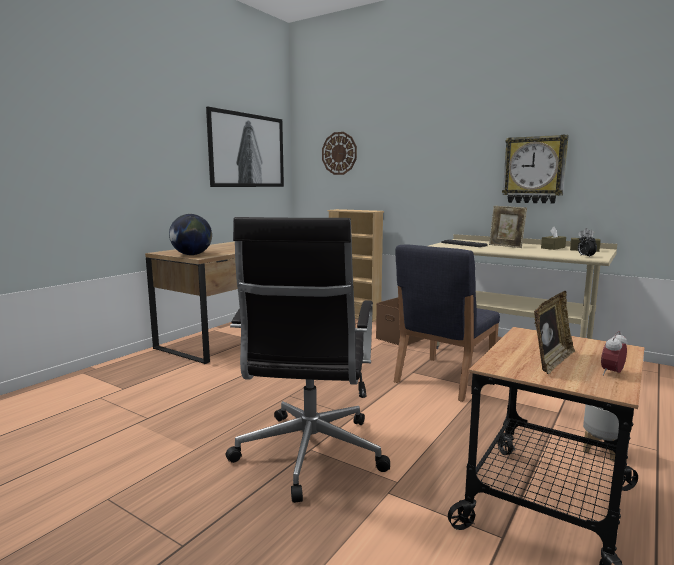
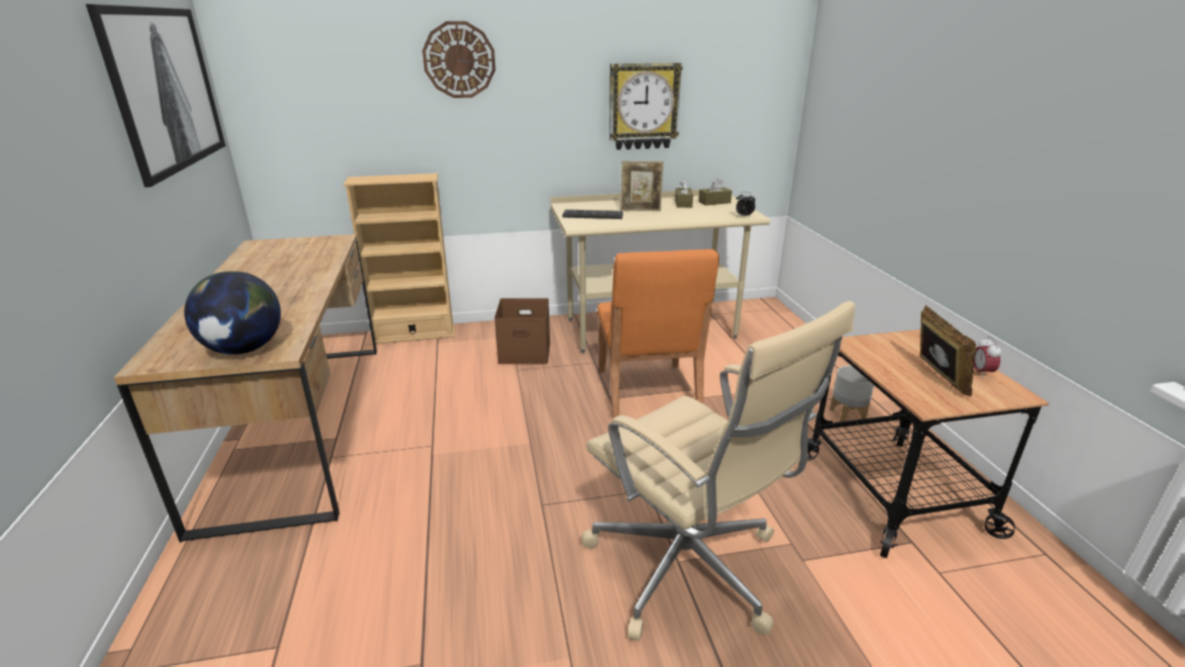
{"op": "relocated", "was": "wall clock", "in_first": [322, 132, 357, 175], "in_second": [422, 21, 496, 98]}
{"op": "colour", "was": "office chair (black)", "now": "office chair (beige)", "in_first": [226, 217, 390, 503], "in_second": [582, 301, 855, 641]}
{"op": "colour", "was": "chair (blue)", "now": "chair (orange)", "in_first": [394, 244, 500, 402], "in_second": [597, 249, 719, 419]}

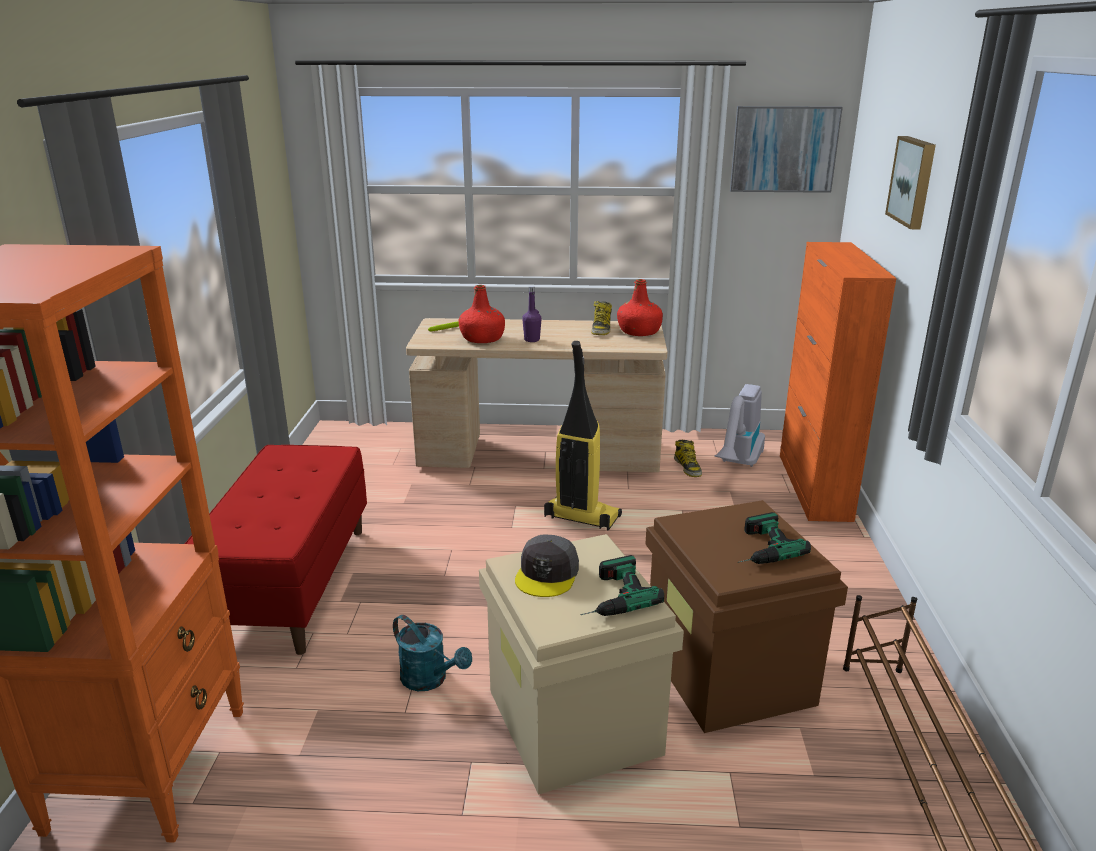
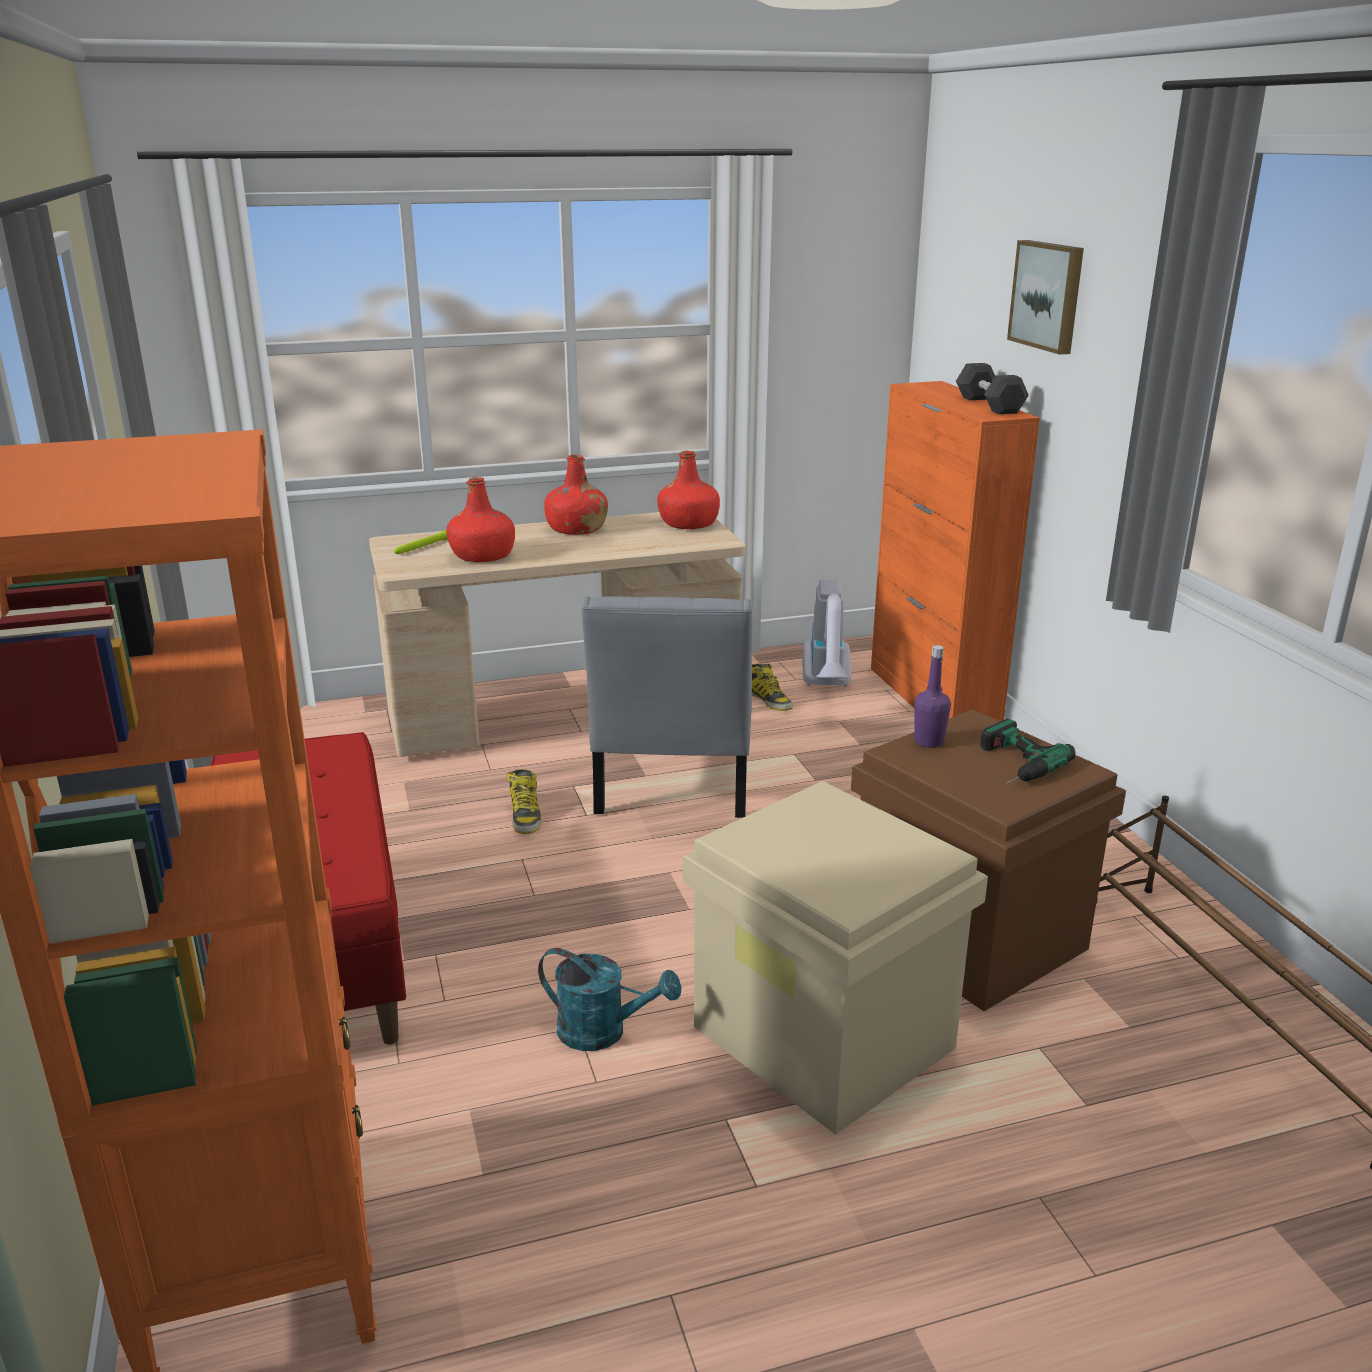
{"op": "missing", "was": "picture", "in_first": [730, 106, 843, 193]}
{"op": "relocated", "was": "bottle (purple)", "in_first": [522, 286, 541, 342], "in_second": [914, 645, 951, 748]}
{"op": "relocated", "was": "boot", "in_first": [591, 301, 612, 335], "in_second": [507, 769, 542, 834]}
{"op": "exchanged", "was": "vacuum cleaner", "now": "chair (grey)", "in_first": [544, 341, 622, 531], "in_second": [581, 596, 753, 818]}
{"op": "missing", "was": "cap (grey)", "in_first": [515, 535, 579, 597]}
{"op": "missing", "was": "power drill", "in_first": [581, 555, 664, 616]}
{"op": "appeared", "now": "dumbbell (black)", "in_second": [956, 363, 1029, 414]}
{"op": "appeared", "now": "bottle (red)", "in_second": [544, 455, 608, 535]}

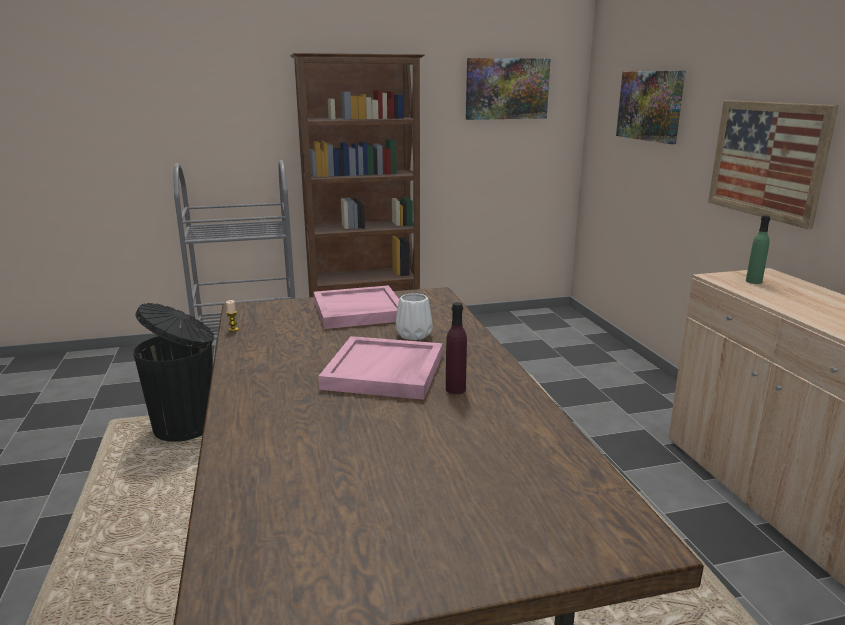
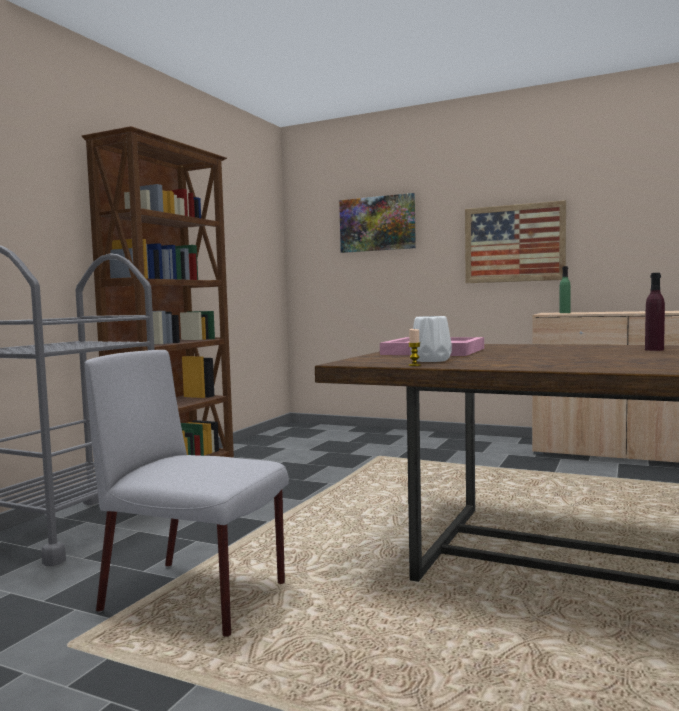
{"op": "missing", "was": "picture", "in_first": [466, 58, 551, 120]}
{"op": "relocated", "was": "vase (white)", "in_first": [395, 293, 433, 340], "in_second": [410, 316, 452, 362]}
{"op": "exchanged", "was": "trash can (black)", "now": "chair (grey)", "in_first": [133, 303, 214, 442], "in_second": [85, 350, 289, 636]}
{"op": "missing", "was": "tray (pink)", "in_first": [318, 336, 443, 400]}

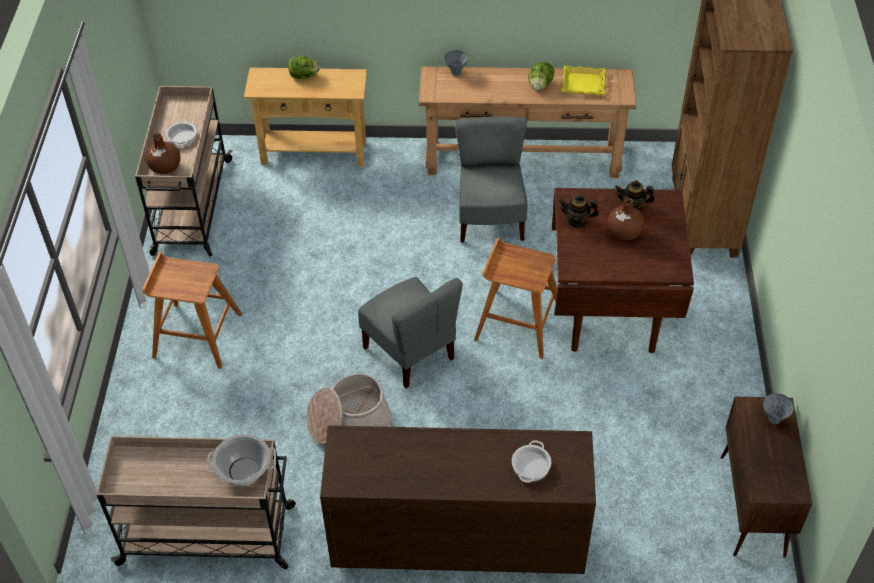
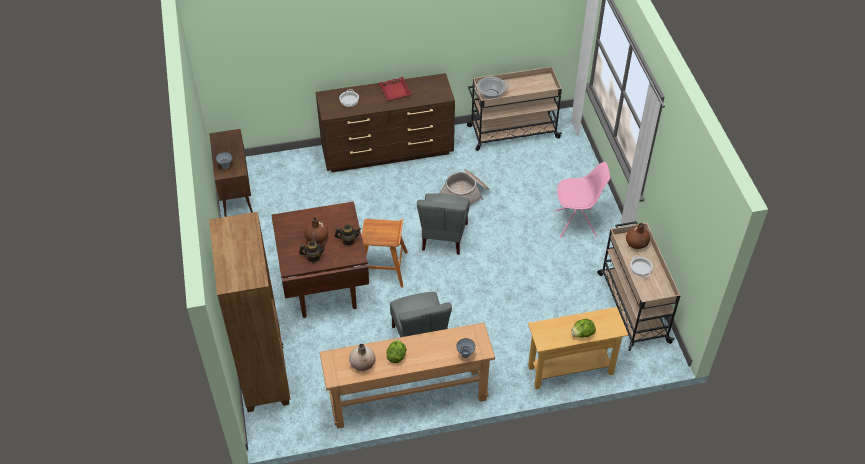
{"op": "exchanged", "was": "tray (yellow)", "now": "vase (beige)", "in_first": [562, 66, 606, 95], "in_second": [349, 344, 375, 371]}
{"op": "exchanged", "was": "stool (brown)", "now": "chair (pink)", "in_first": [142, 252, 242, 369], "in_second": [555, 162, 610, 238]}
{"op": "spun", "was": "chair (grey)", "in_first": [358, 277, 463, 388], "in_second": [417, 193, 470, 255], "clockwise": -120}
{"op": "appeared", "now": "tray (red)", "in_second": [379, 77, 412, 100]}

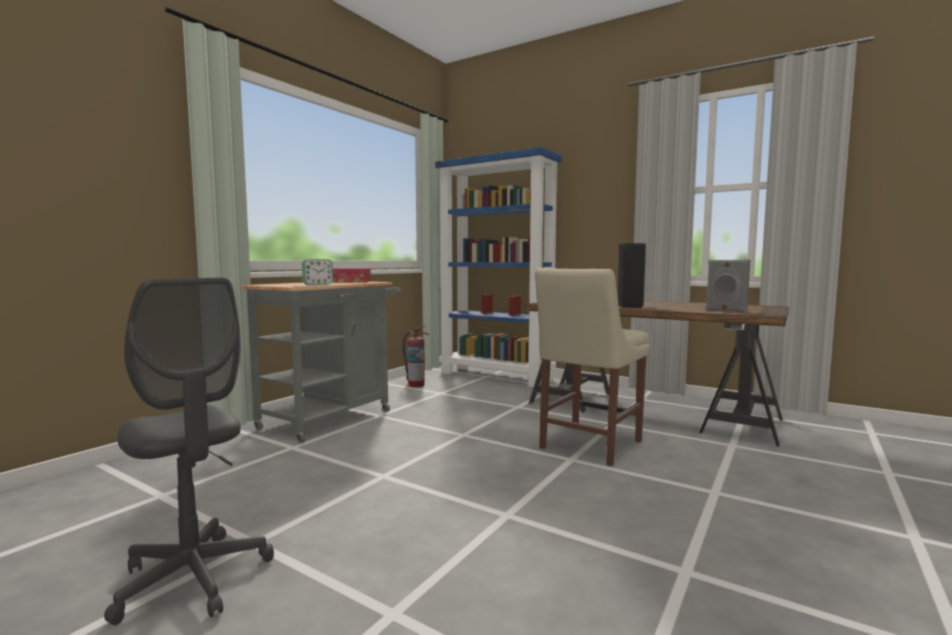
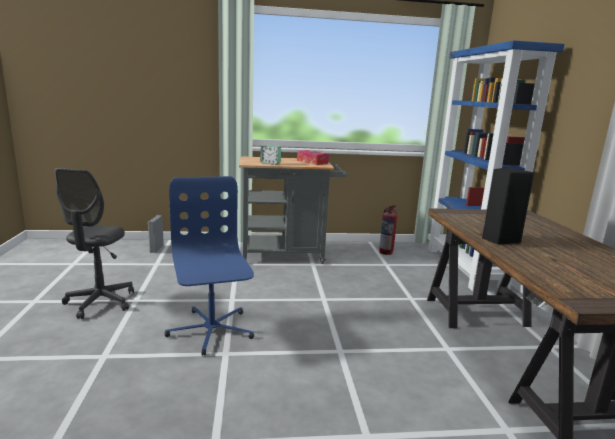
{"op": "relocated", "was": "speaker (grey)", "in_first": [706, 259, 750, 312], "in_second": [148, 215, 164, 253]}
{"op": "missing", "was": "chair (beige)", "in_first": [535, 268, 650, 466]}
{"op": "appeared", "now": "office chair (blue)", "in_second": [165, 176, 254, 356]}

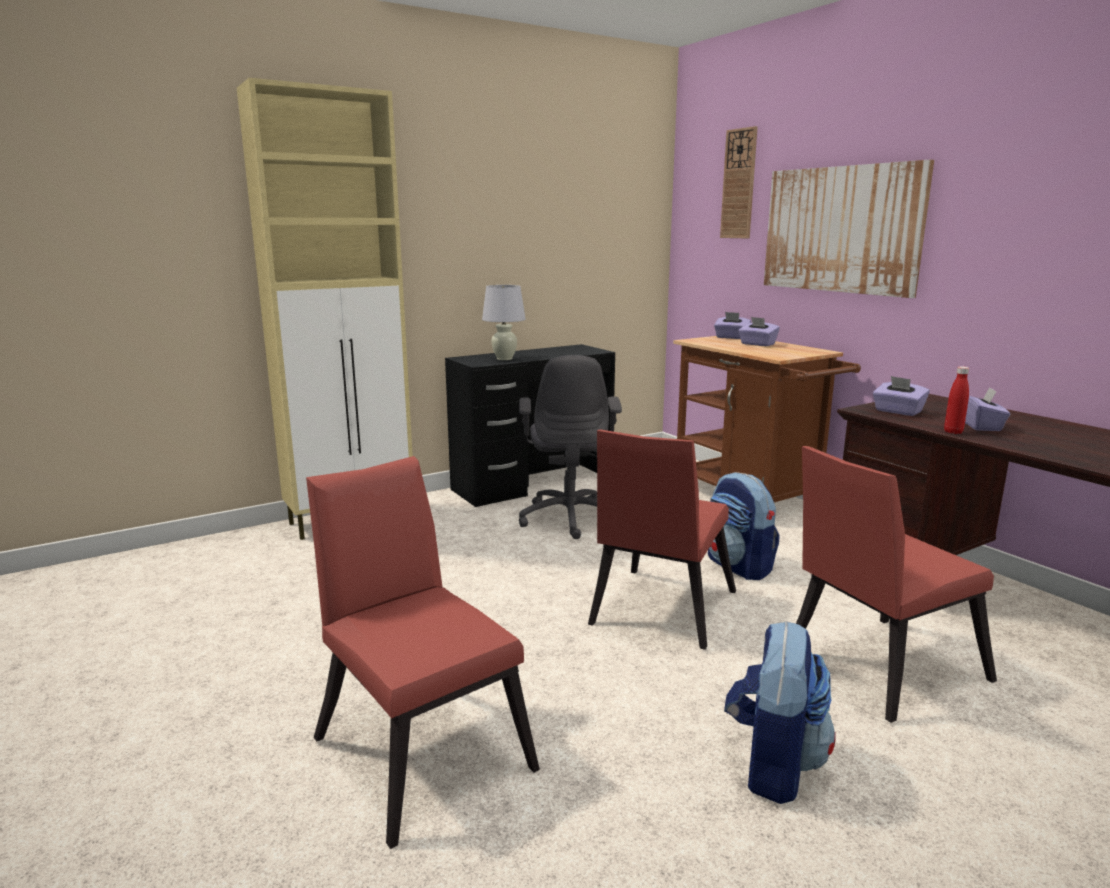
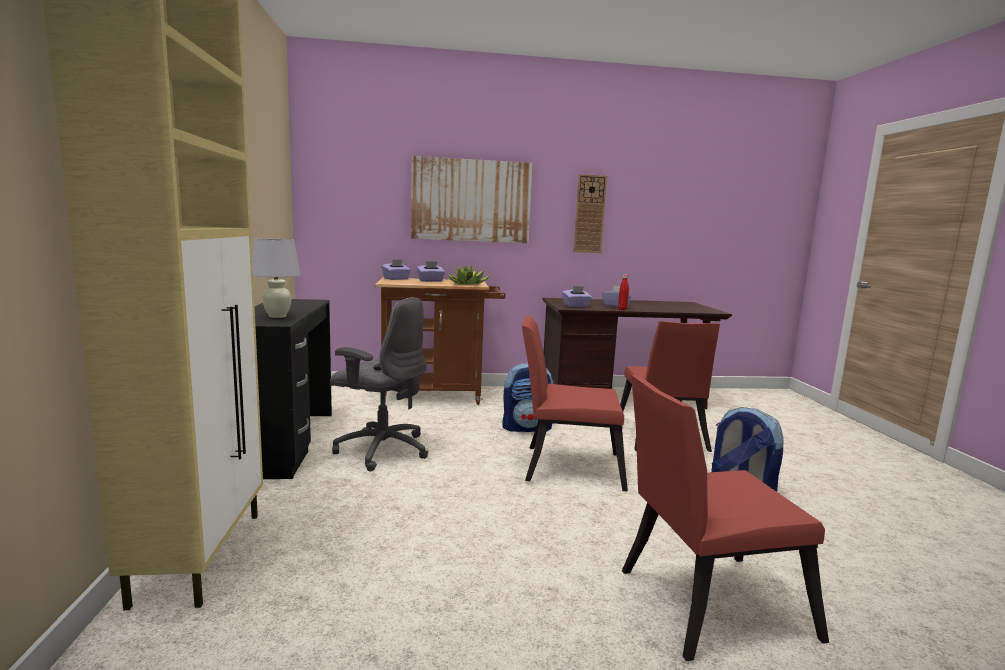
{"op": "relocated", "was": "wall clock", "in_first": [720, 126, 758, 239], "in_second": [573, 174, 607, 253]}
{"op": "spun", "was": "chair (red)", "in_first": [588, 429, 736, 650], "in_second": [522, 315, 628, 491], "clockwise": 135}
{"op": "appeared", "now": "potted plant", "in_second": [449, 265, 491, 285]}

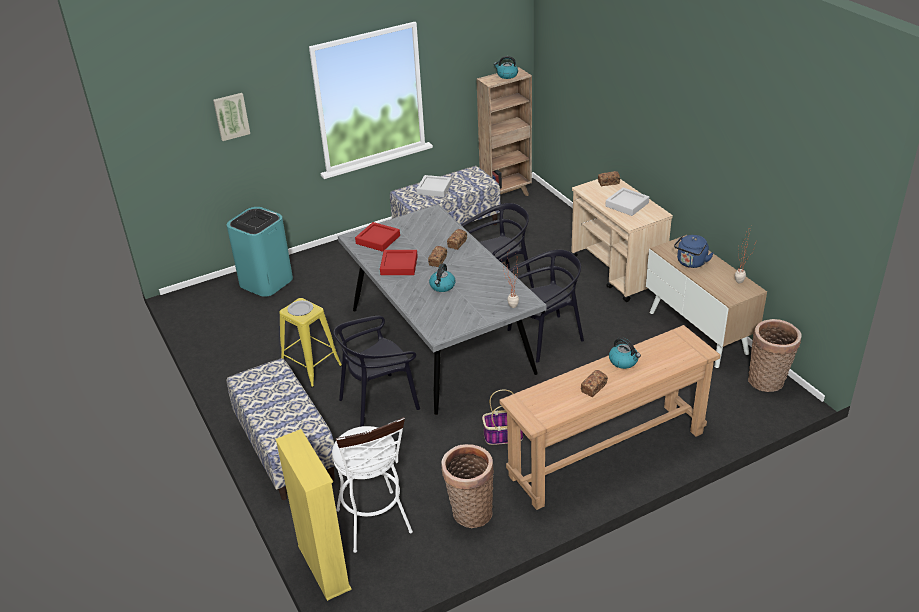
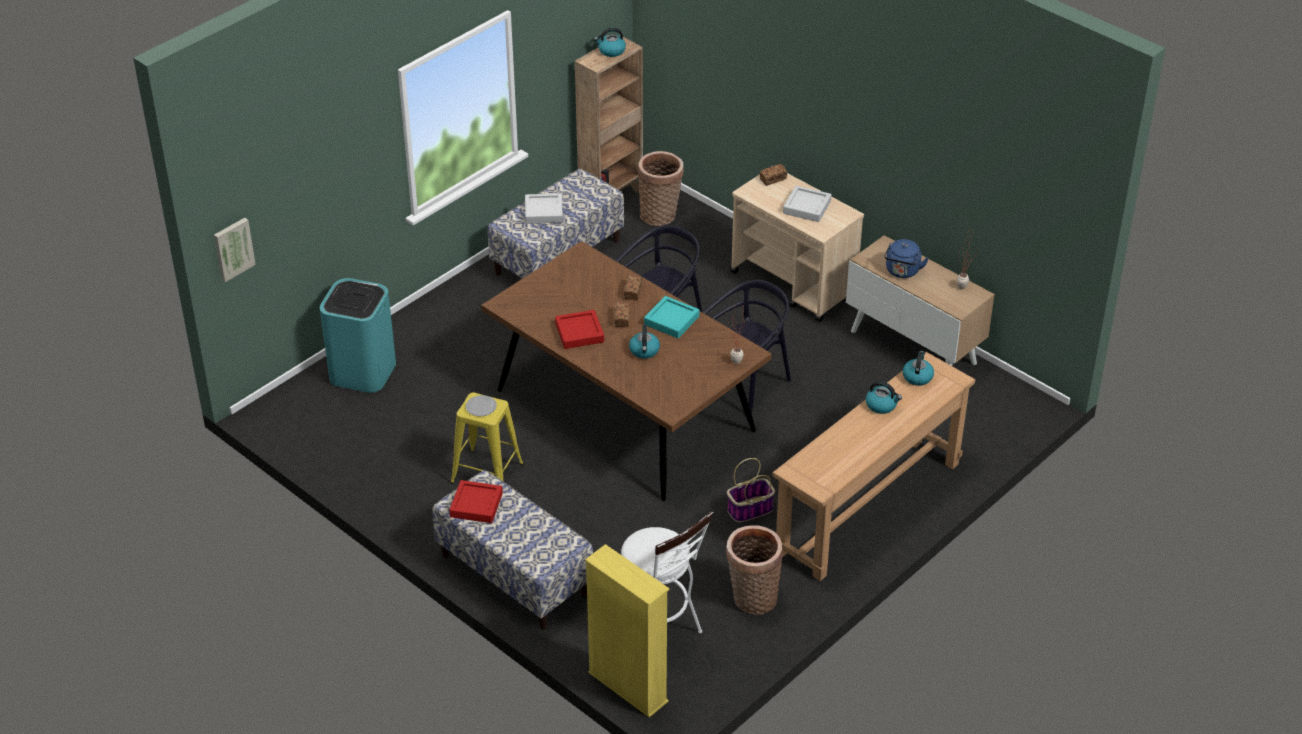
{"op": "relocated", "was": "picture", "in_first": [213, 93, 250, 141], "in_second": [214, 218, 256, 282]}
{"op": "colour", "was": "dining table (grey)", "now": "dining table (brown)", "in_first": [338, 204, 546, 415], "in_second": [481, 241, 772, 501]}
{"op": "relocated", "was": "tray (red)", "in_first": [355, 222, 400, 252], "in_second": [449, 480, 503, 523]}
{"op": "missing", "was": "chair (black)", "in_first": [333, 316, 420, 427]}
{"op": "relocated", "was": "basket", "in_first": [748, 319, 801, 392], "in_second": [637, 151, 684, 226]}
{"op": "missing", "was": "bread", "in_first": [581, 370, 608, 397]}
{"op": "appeared", "now": "tray (turquoise)", "in_second": [644, 296, 699, 338]}
{"op": "appeared", "now": "kettle", "in_second": [903, 351, 934, 386]}

